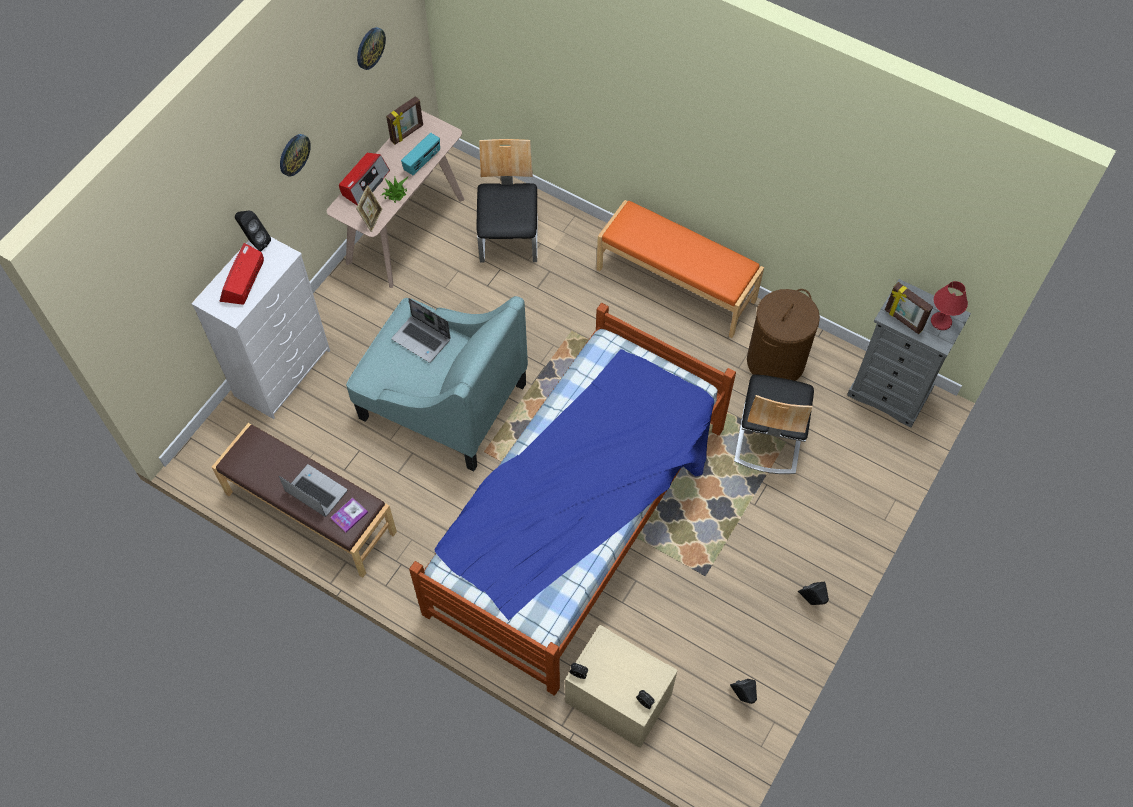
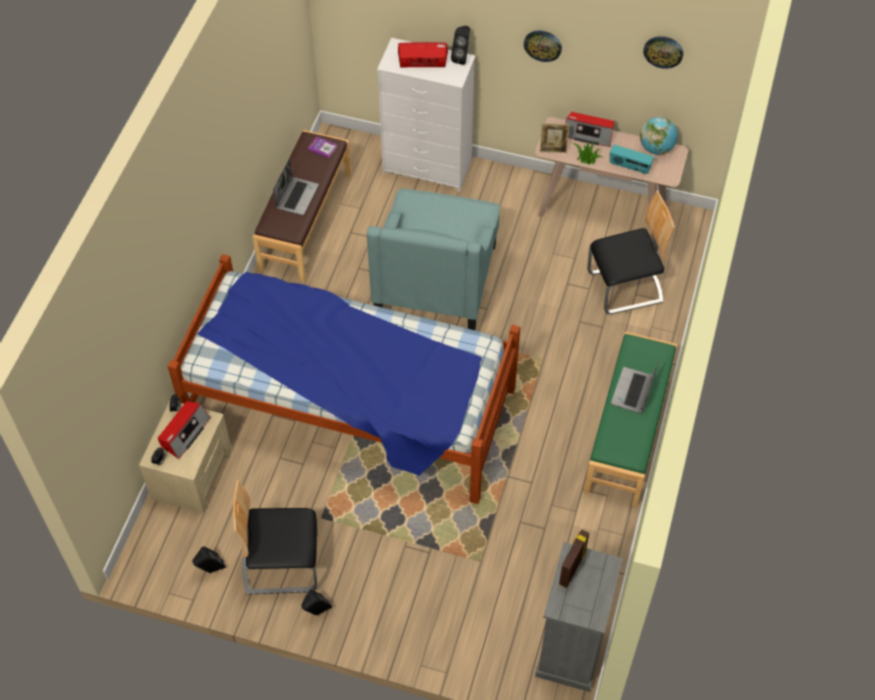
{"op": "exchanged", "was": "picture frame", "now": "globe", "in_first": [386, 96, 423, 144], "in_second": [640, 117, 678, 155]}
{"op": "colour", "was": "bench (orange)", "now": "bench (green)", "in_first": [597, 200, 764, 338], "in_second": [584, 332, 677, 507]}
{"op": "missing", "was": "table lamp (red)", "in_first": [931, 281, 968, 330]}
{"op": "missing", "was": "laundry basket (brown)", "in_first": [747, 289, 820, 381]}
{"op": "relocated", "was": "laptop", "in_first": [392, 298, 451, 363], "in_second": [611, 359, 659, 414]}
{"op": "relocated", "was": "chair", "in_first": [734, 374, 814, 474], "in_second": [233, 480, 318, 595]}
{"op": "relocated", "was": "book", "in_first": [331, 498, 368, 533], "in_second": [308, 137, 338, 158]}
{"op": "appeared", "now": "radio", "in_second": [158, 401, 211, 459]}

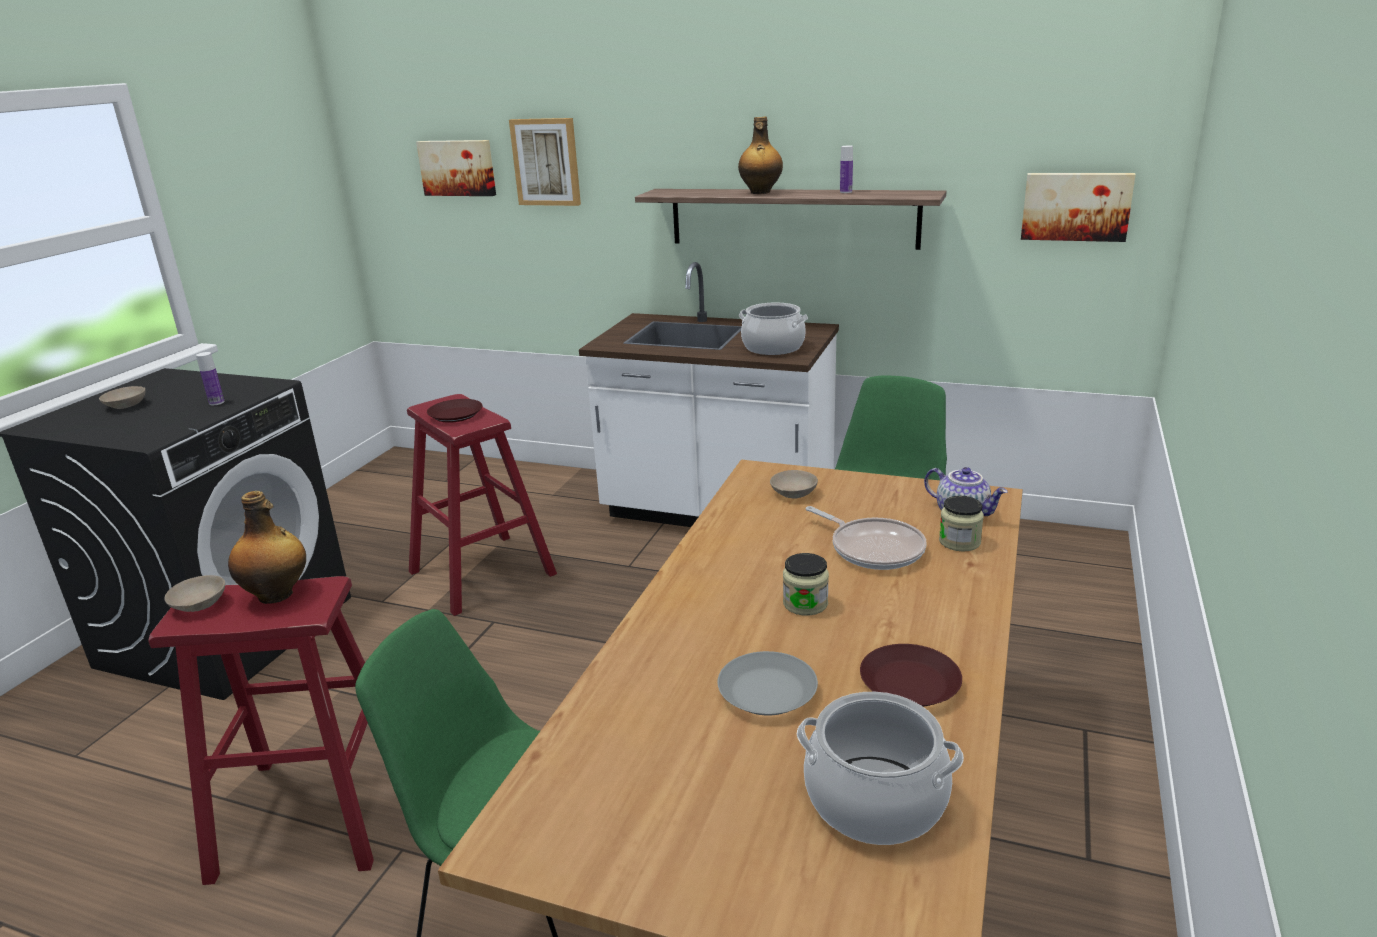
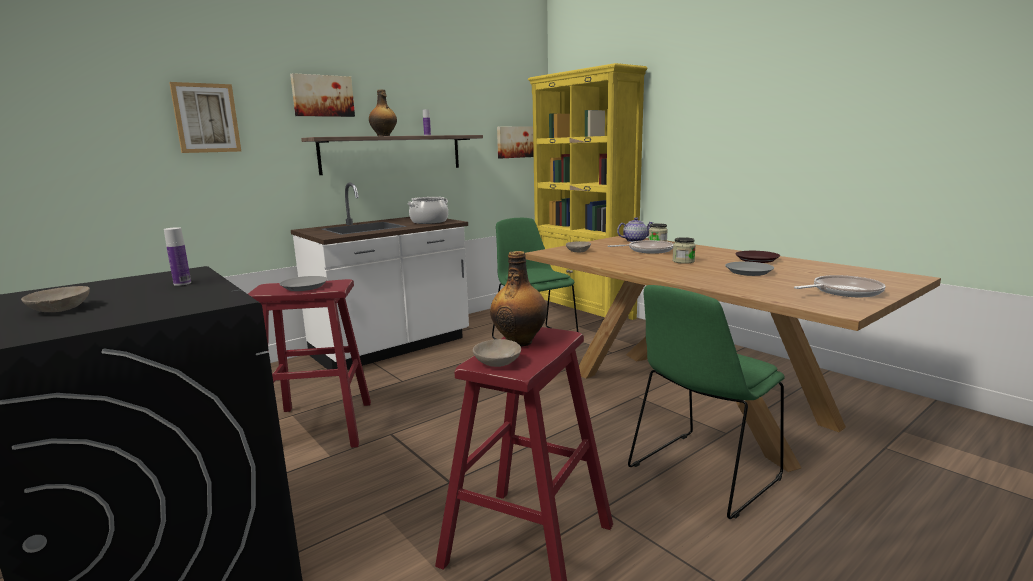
{"op": "relocated", "was": "picture", "in_first": [416, 140, 496, 196], "in_second": [290, 73, 355, 117]}
{"op": "colour", "was": "plate (brown)", "now": "plate (grey)", "in_first": [427, 399, 482, 423], "in_second": [279, 276, 328, 291]}
{"op": "missing", "was": "cooking pot", "in_first": [797, 692, 964, 845]}
{"op": "appeared", "now": "bookcase (yellow)", "in_second": [528, 63, 647, 320]}
{"op": "appeared", "now": "frying pan", "in_second": [794, 275, 886, 297]}

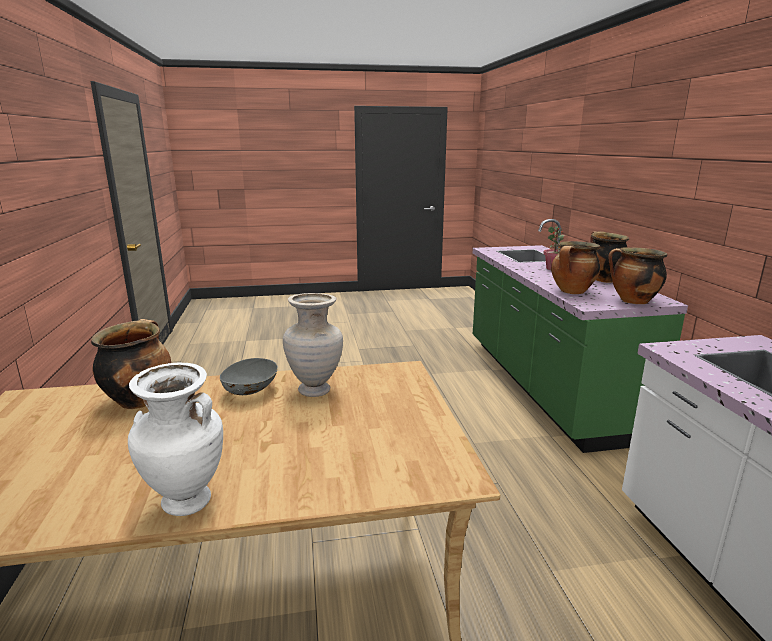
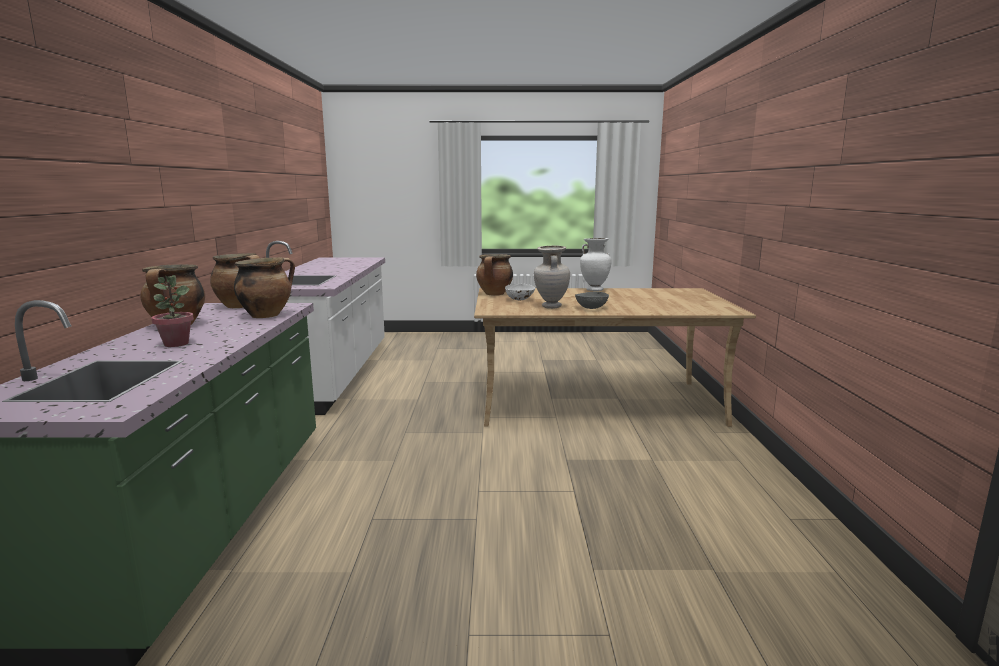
{"op": "relocated", "was": "cooking pot", "in_first": [91, 319, 171, 409], "in_second": [476, 254, 513, 296]}
{"op": "appeared", "now": "bowl (white)", "in_second": [505, 284, 535, 300]}

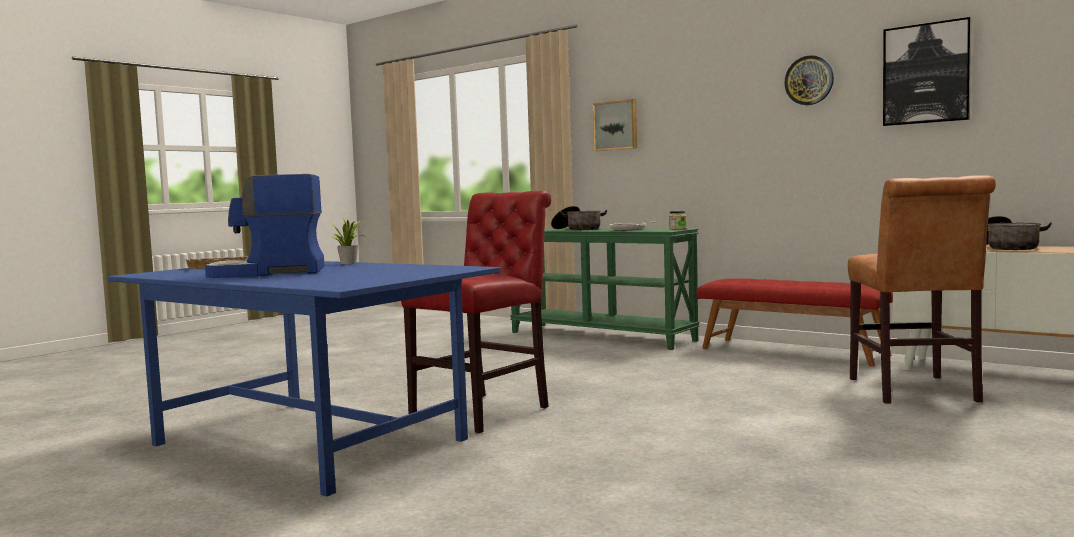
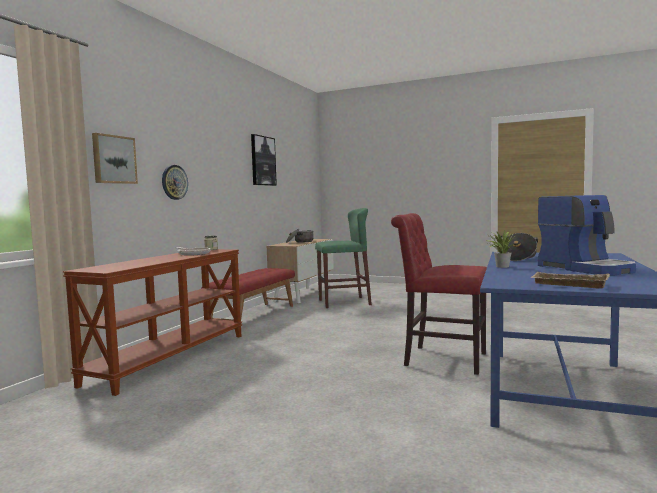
{"op": "relocated", "was": "wall clock", "in_first": [784, 55, 834, 105], "in_second": [162, 165, 188, 200]}
{"op": "exchanged", "was": "chair (brown)", "now": "stool (green)", "in_first": [848, 175, 996, 404], "in_second": [315, 208, 372, 308]}
{"op": "relocated", "was": "cooking pot", "in_first": [551, 206, 608, 230], "in_second": [501, 233, 538, 261]}
{"op": "colour", "was": "console table (green)", "now": "console table (brown)", "in_first": [510, 228, 700, 350], "in_second": [63, 249, 242, 396]}

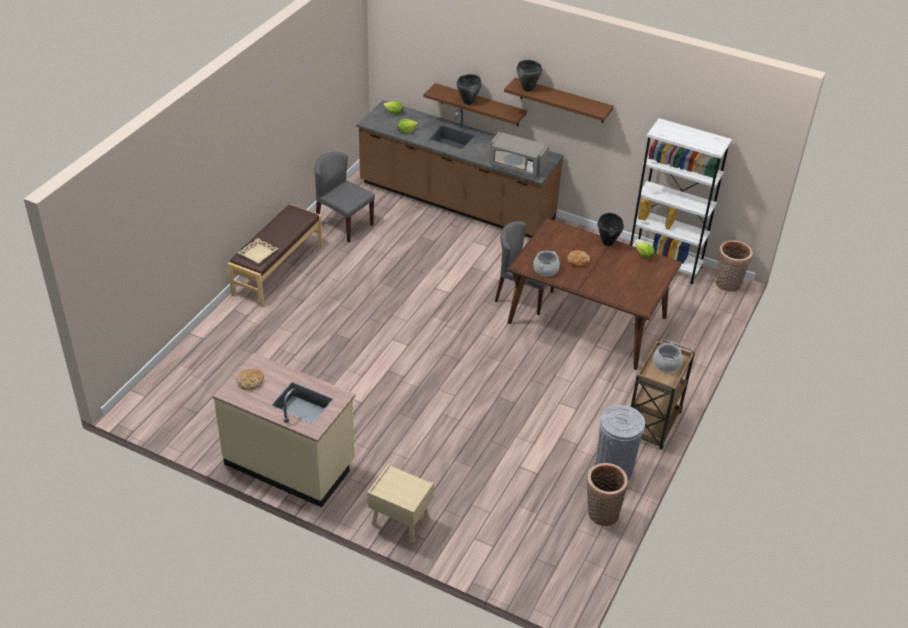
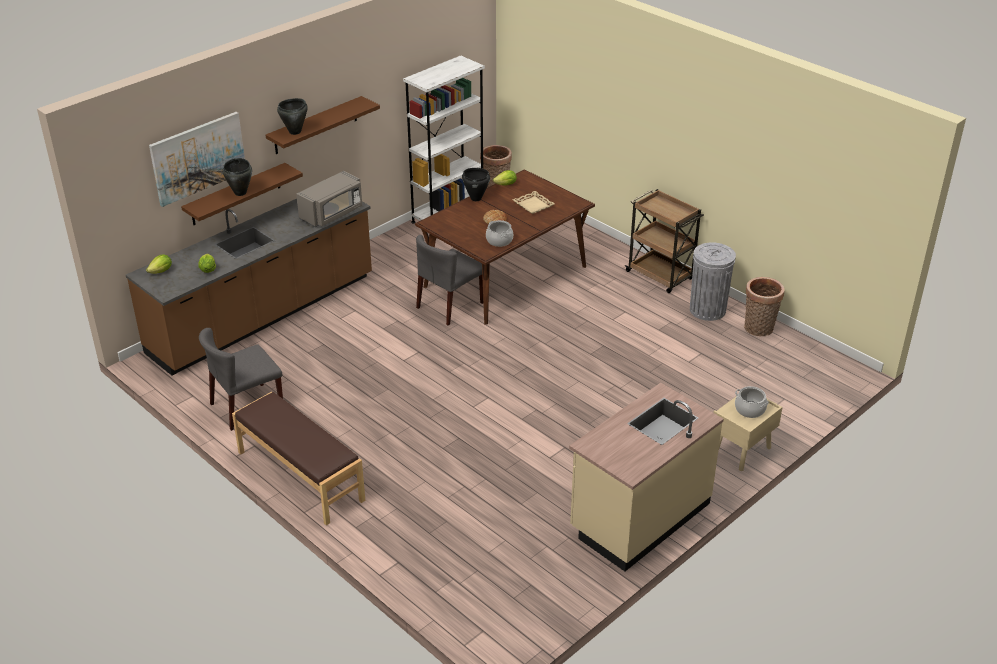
{"op": "relocated", "was": "tray (beige)", "in_first": [238, 238, 279, 264], "in_second": [513, 191, 555, 214]}
{"op": "relocated", "was": "cooking pot", "in_first": [653, 343, 682, 372], "in_second": [735, 386, 769, 418]}
{"op": "missing", "was": "bread", "in_first": [236, 369, 264, 390]}
{"op": "appeared", "now": "picture", "in_second": [149, 112, 245, 207]}

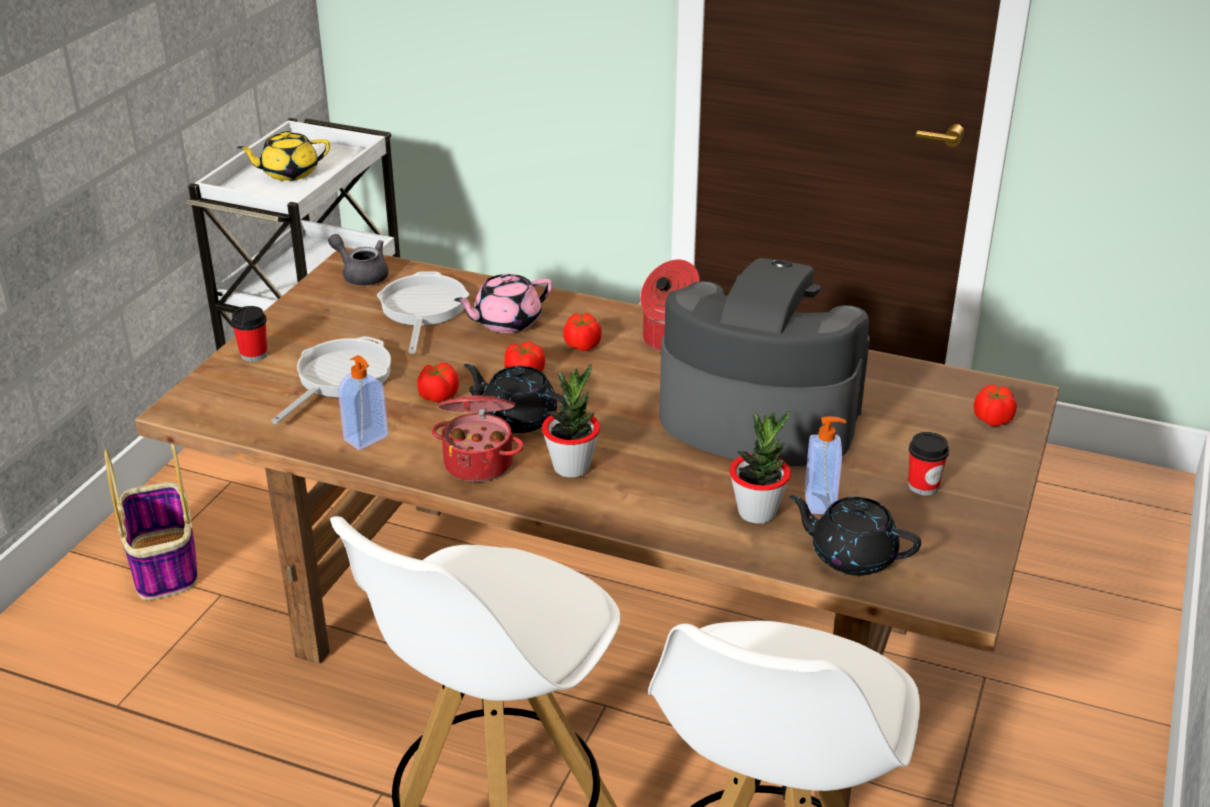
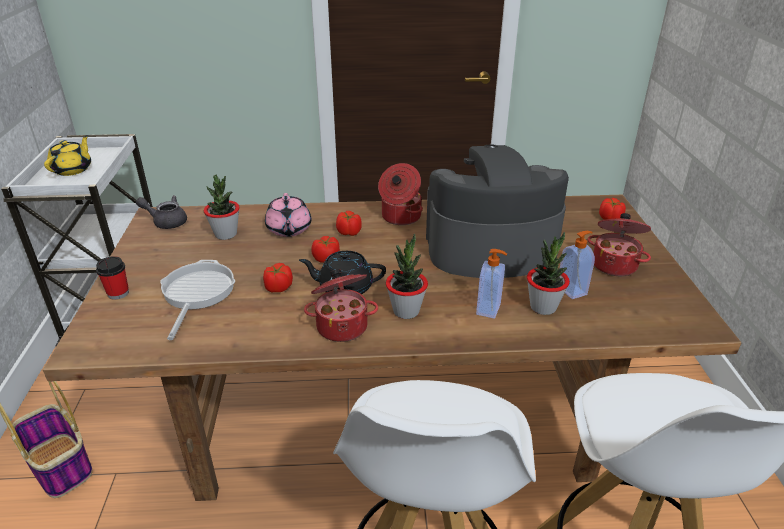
{"op": "spun", "was": "teapot (yellow)", "in_first": [237, 131, 330, 181], "in_second": [44, 135, 91, 176], "clockwise": 150}
{"op": "exchanged", "was": "frying pan", "now": "potted plant", "in_first": [377, 271, 469, 354], "in_second": [204, 174, 240, 240]}
{"op": "spun", "was": "teapot (pink)", "in_first": [454, 274, 552, 333], "in_second": [265, 193, 311, 237], "clockwise": -45}
{"op": "relocated", "was": "soap dispenser", "in_first": [338, 355, 389, 450], "in_second": [476, 249, 507, 319]}
{"op": "exchanged", "was": "cup", "now": "cooking pot", "in_first": [908, 432, 949, 495], "in_second": [587, 213, 651, 276]}
{"op": "missing", "was": "teapot (black)", "in_first": [789, 495, 921, 576]}

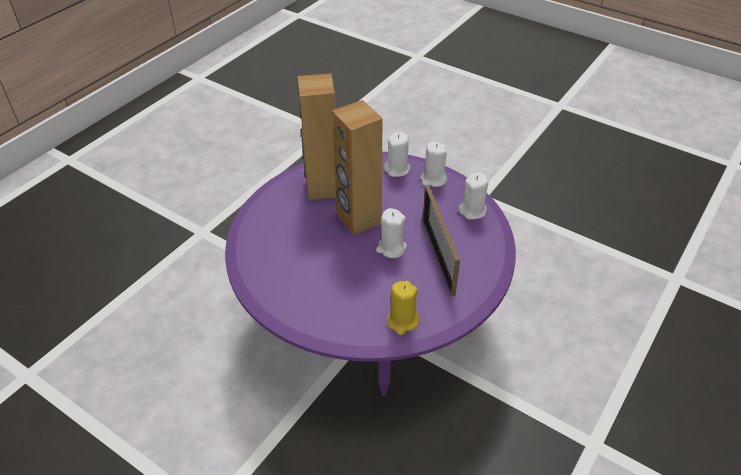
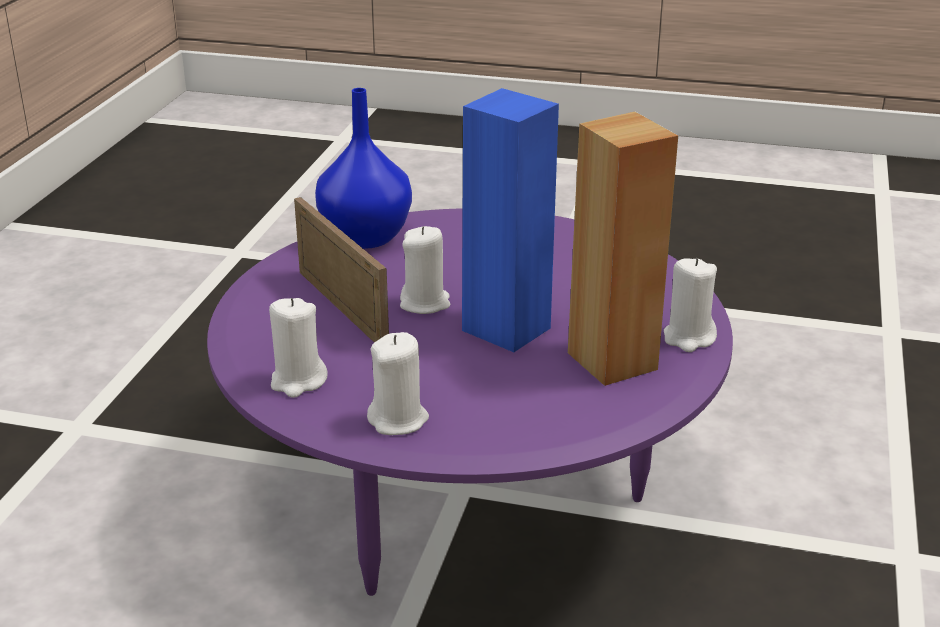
{"op": "colour", "was": "speaker (brown)", "now": "speaker (blue)", "in_first": [332, 100, 383, 235], "in_second": [462, 88, 559, 352]}
{"op": "relocated", "was": "candle (white)", "in_first": [384, 132, 411, 177], "in_second": [664, 258, 717, 352]}
{"op": "exchanged", "was": "candle (yellow)", "now": "vase (blue)", "in_first": [387, 281, 420, 335], "in_second": [315, 88, 412, 249]}

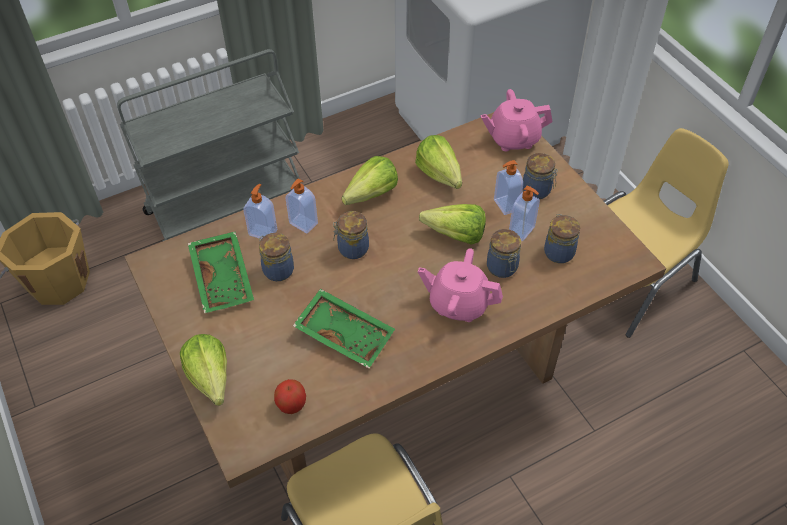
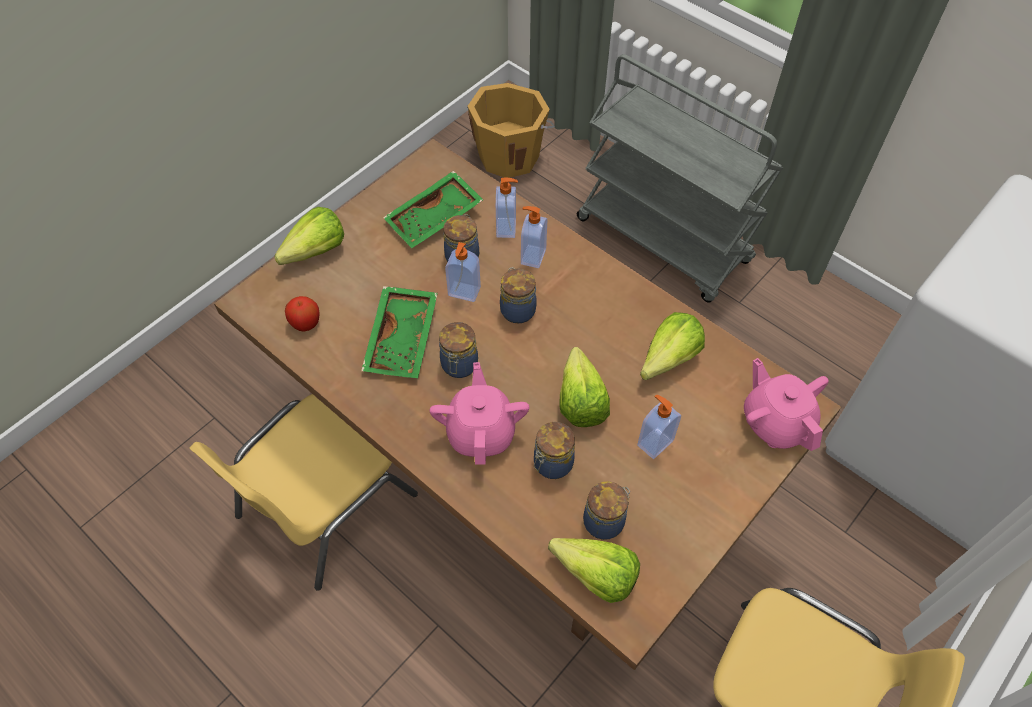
{"op": "relocated", "was": "jar", "in_first": [523, 153, 558, 199], "in_second": [439, 322, 478, 378]}
{"op": "relocated", "was": "lettuce", "in_first": [342, 156, 398, 205], "in_second": [548, 538, 640, 603]}
{"op": "relocated", "was": "soap dispenser", "in_first": [509, 186, 540, 241], "in_second": [445, 242, 481, 302]}

